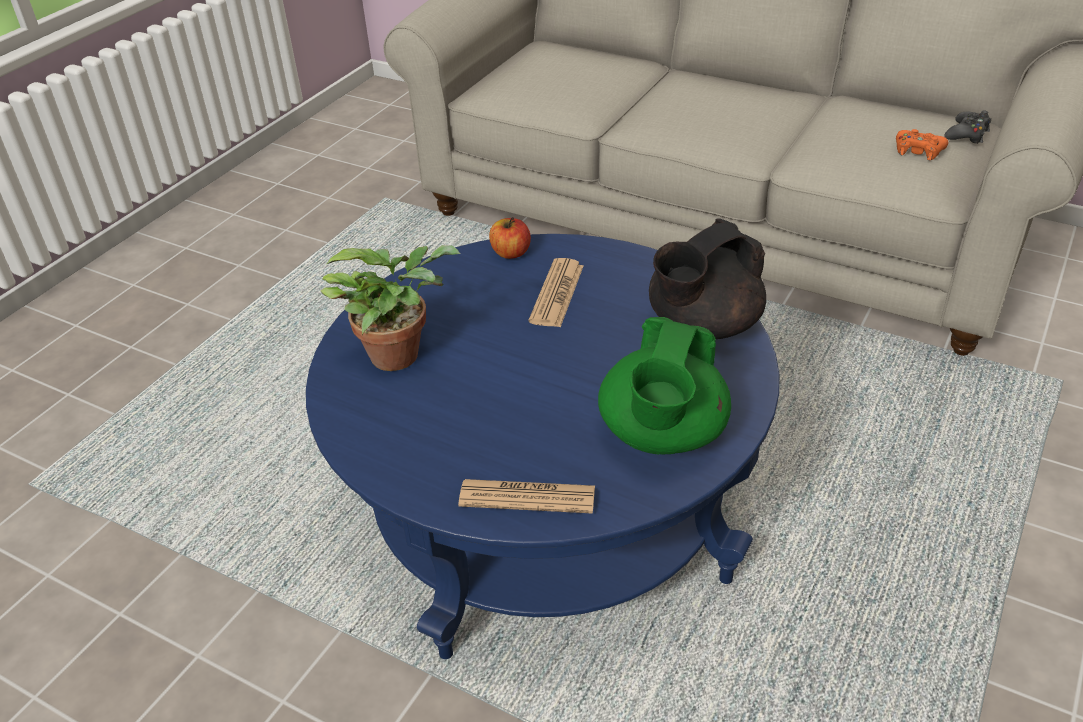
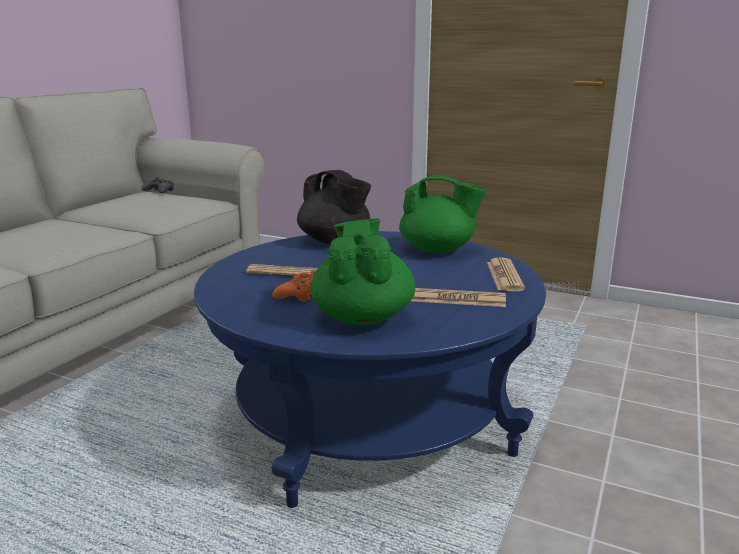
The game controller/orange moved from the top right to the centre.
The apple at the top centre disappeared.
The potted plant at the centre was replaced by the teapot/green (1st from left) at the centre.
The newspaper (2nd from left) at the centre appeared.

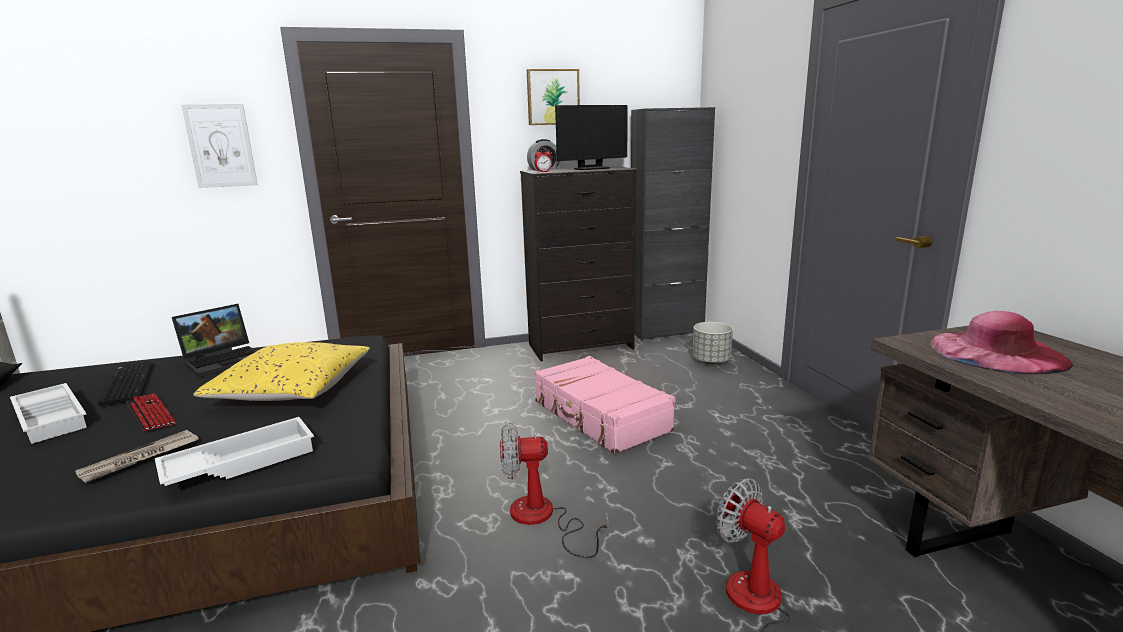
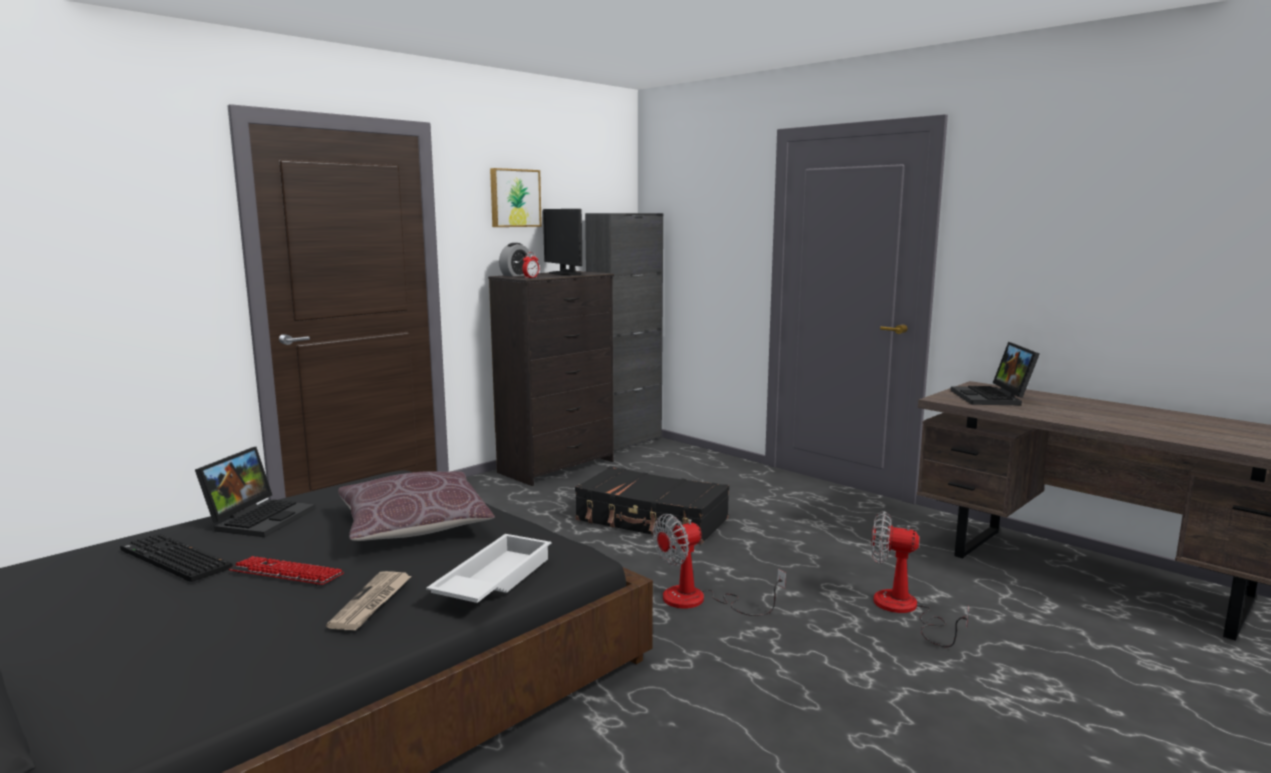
The picture (1st from left) at the top left disappeared.
The monitor at the top centre turned 120 degrees clockwise.
The hat/pink at the middle right was replaced by the laptop (2nd from left) at the middle right.
The planter/grey at the centre disappeared.
The pillow/yellow at the middle left became the pillow/brown at the middle left.
The suitcase/pink at the centre became the suitcase/black at the centre.
The tray/white (1st from left) at the middle left disappeared.

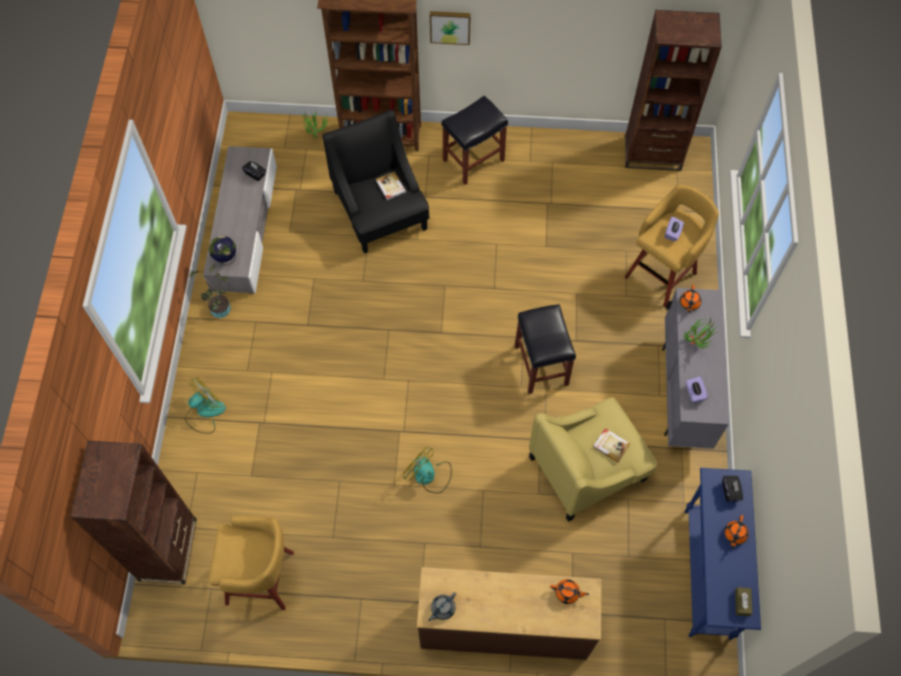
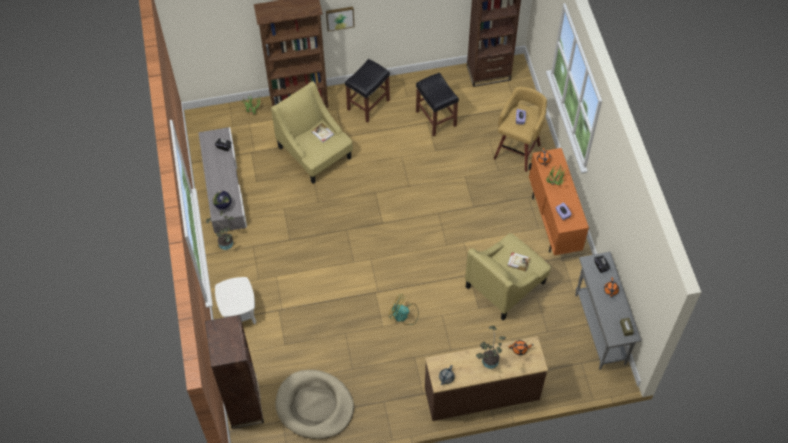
The armchair/black at the top centre became the armchair/yellow (1st from left) at the top centre.
The cabinet/grey at the middle right became the cabinet/orange at the middle right.
The stool/black (2nd from left) moved from the centre to the top centre.
The fan (1st from left) at the middle left was replaced by the side table/white at the bottom left.
The console table/blue at the bottom right became the console table/grey at the bottom right.
The stool/yellow (1st from left) at the bottom left was replaced by the dog bed/beige at the bottom centre.
The potted plant (3rd from left) at the bottom centre appeared.

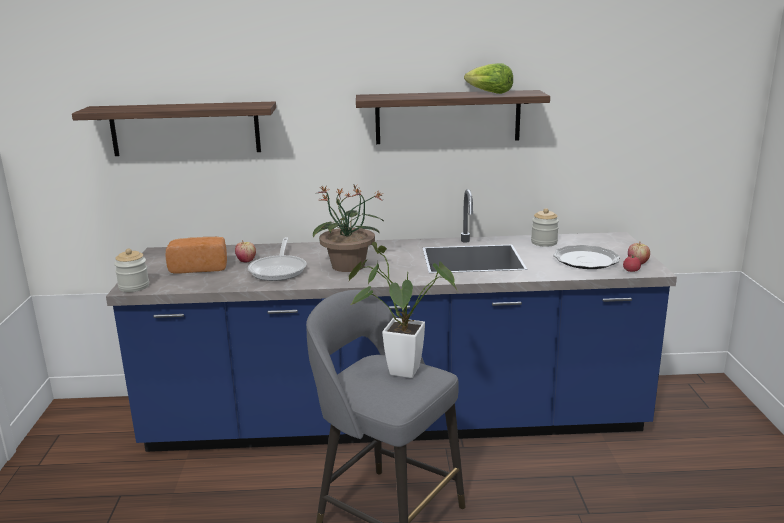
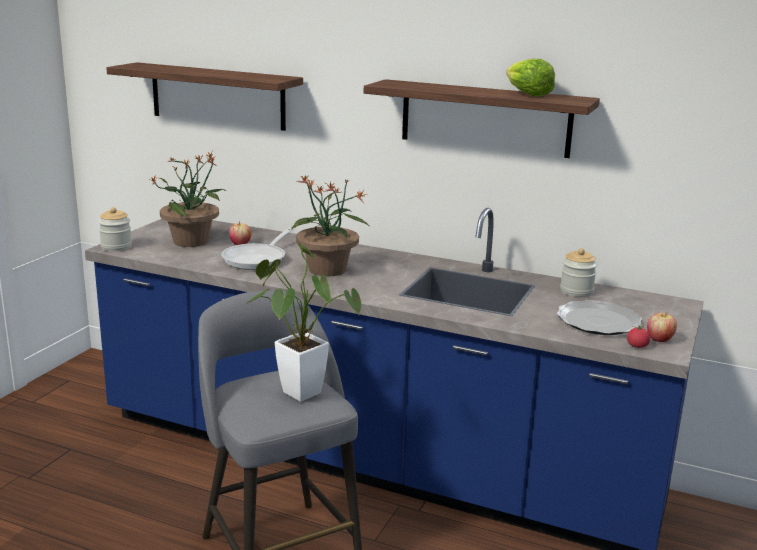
The bread at the middle left was replaced by the potted plant (1st from left) at the middle left.

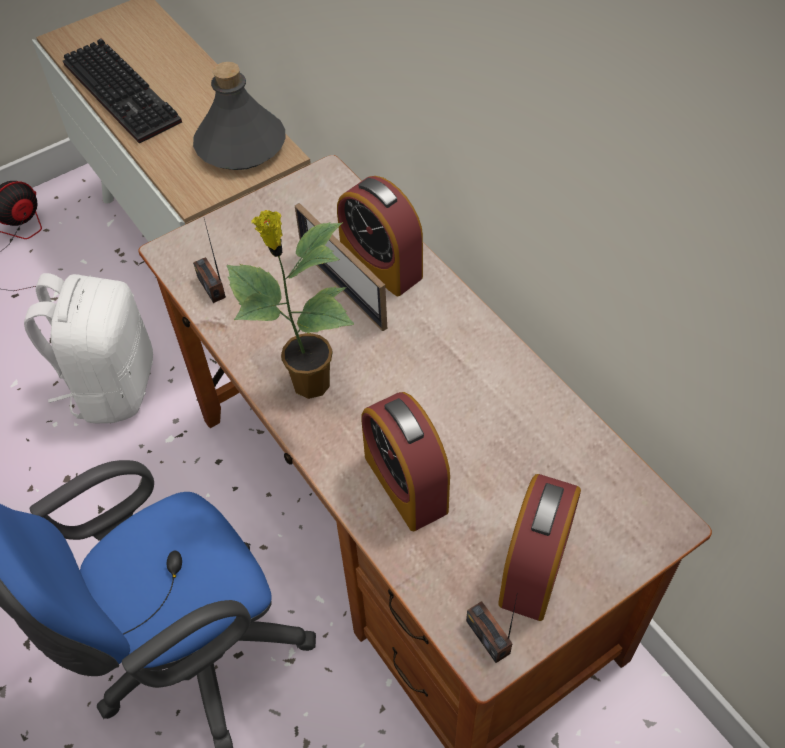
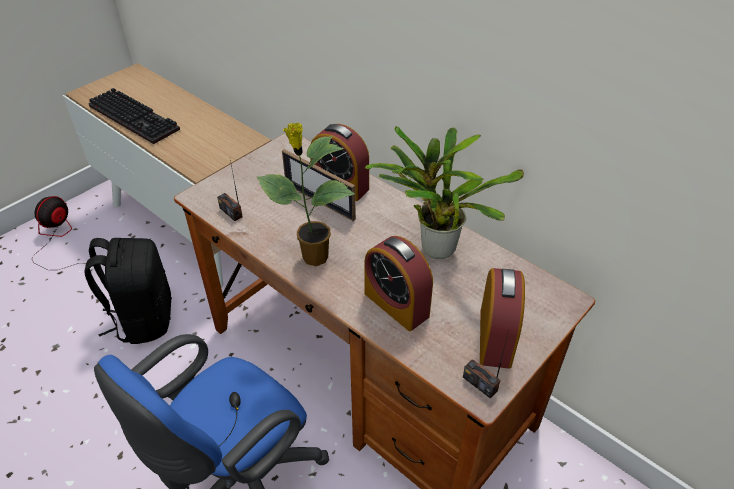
The bottle/grey at the top left disappeared.
The backpack/white at the middle left became the backpack/black at the middle left.
The potted plant (2nd from left) at the centre appeared.

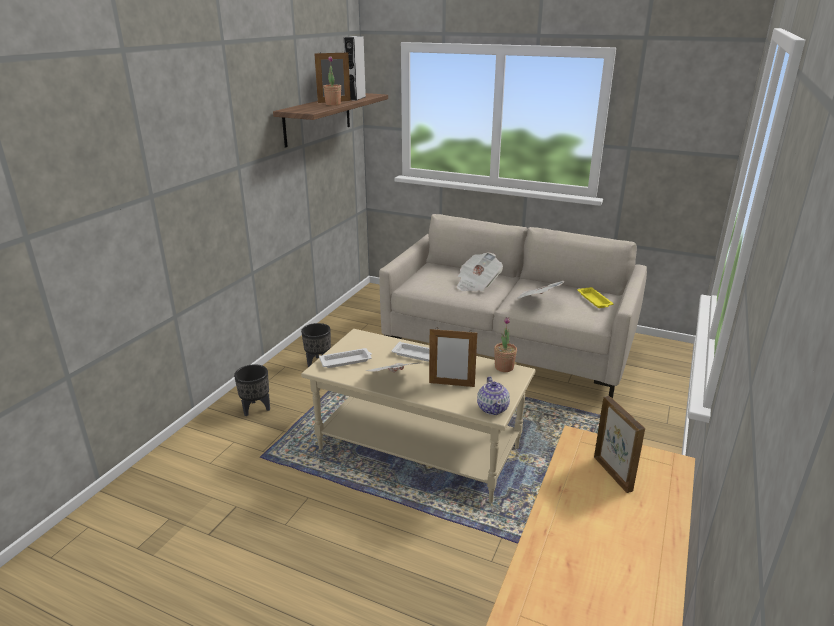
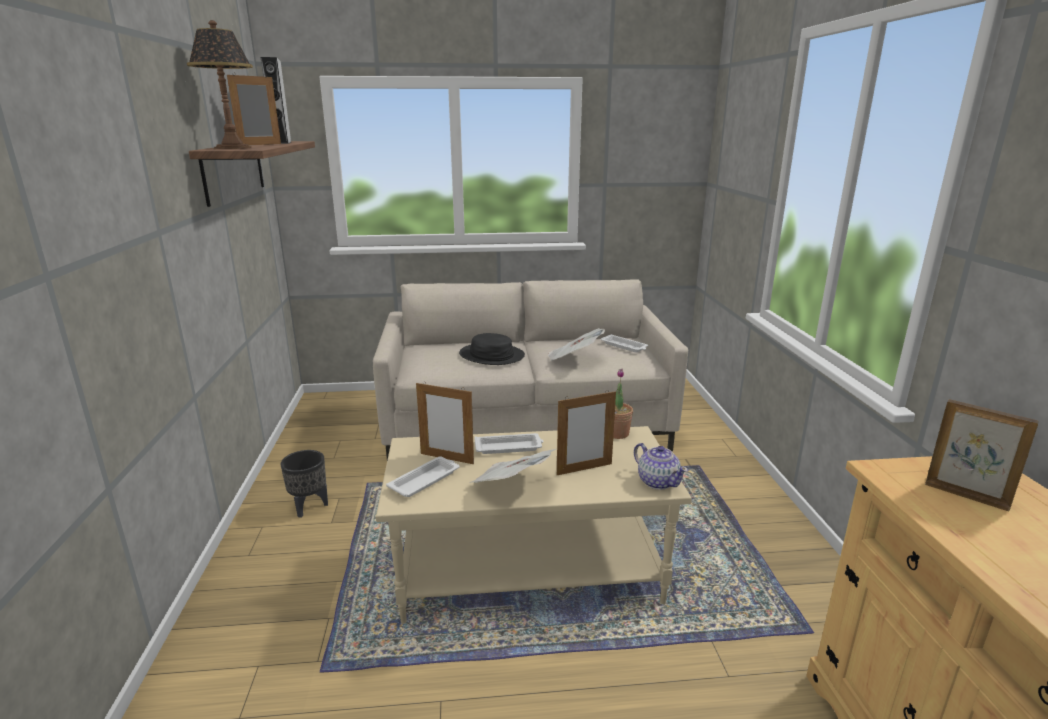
The potted plant (1st from left) at the top centre disappeared.
The newspaper (2nd from left) at the centre was replaced by the hat/black at the centre.
The tray/yellow at the middle right became the tray/white (3rd from left) at the centre.
The planter/black (1st from left) at the middle left disappeared.
The table lamp at the top left appeared.
The picture frame (2nd from left) at the centre appeared.

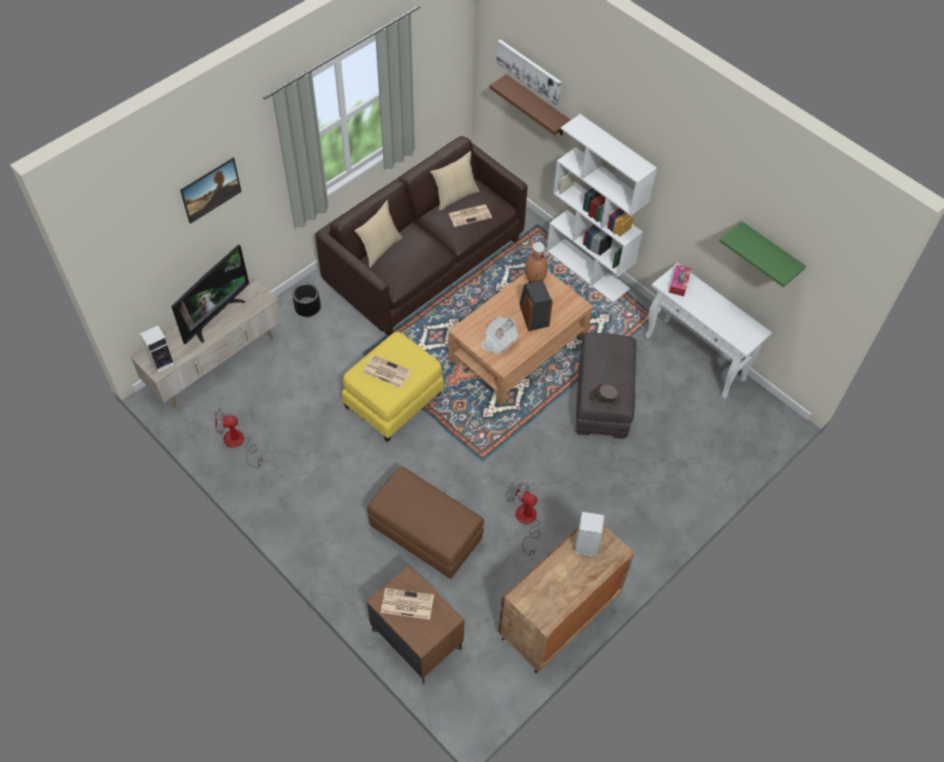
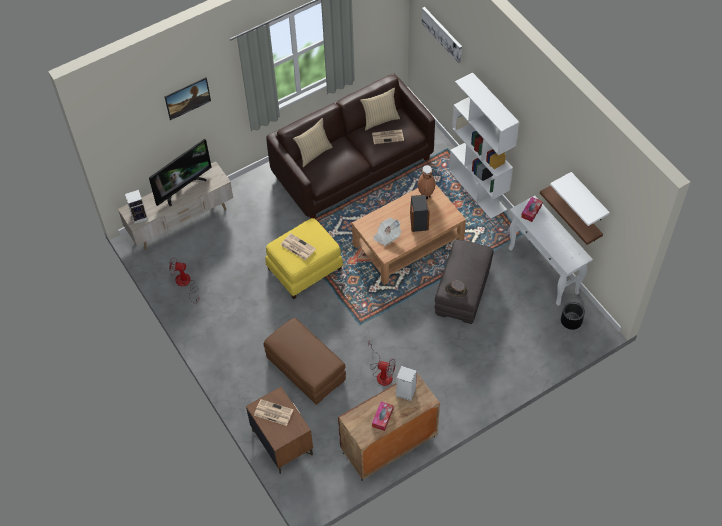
The shelf/brown moved from the top centre to the middle right.
The shelf/green at the middle right became the shelf/white at the middle right.
The planter/black moved from the middle left to the middle right.
The fan (2nd from left) at the bottom centre turned 150 degrees clockwise.
The tissue box (1st from left) at the bottom centre appeared.

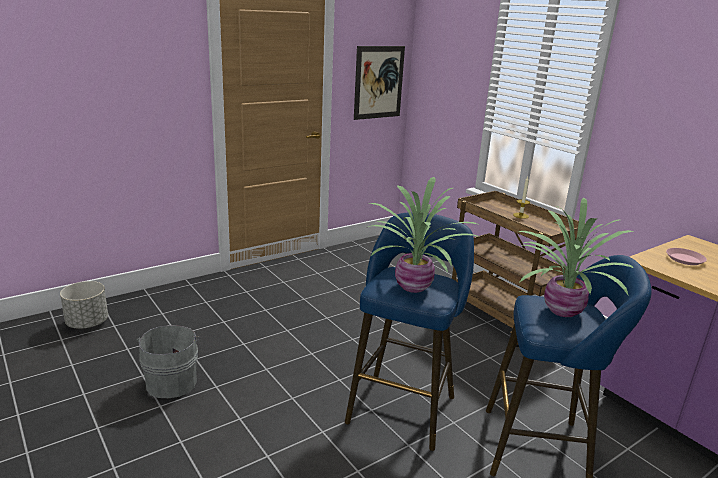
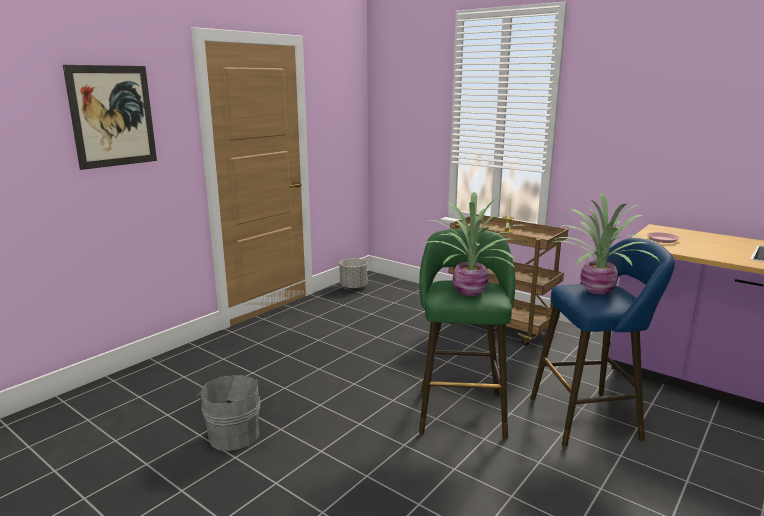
The picture moved from the top centre to the top left.
The stool/blue (1st from left) at the bottom centre became the stool/green at the centre.
The planter/grey moved from the middle left to the centre.

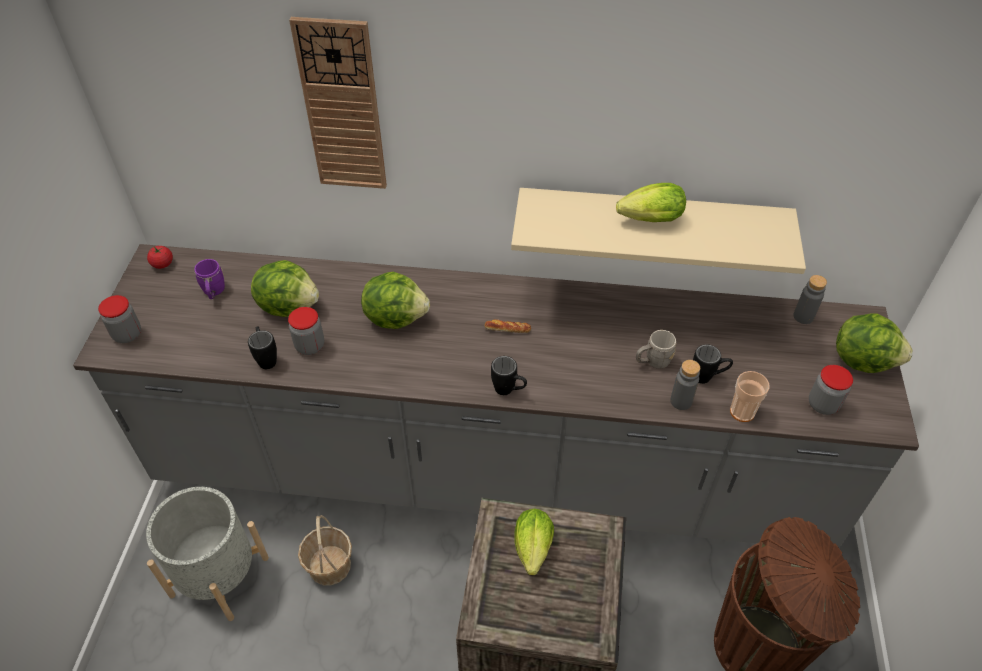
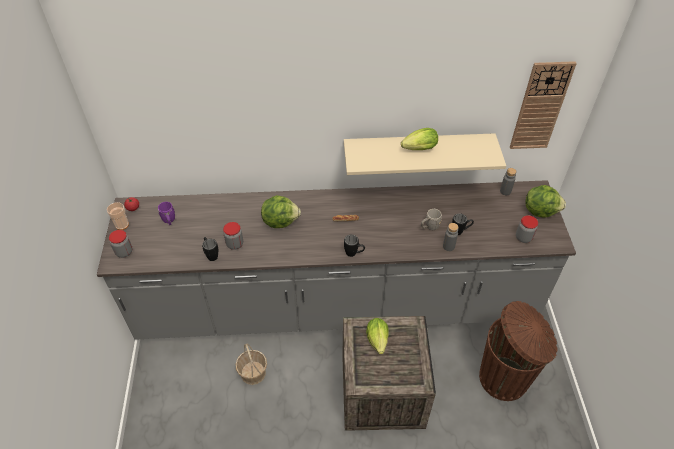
The wall clock moved from the top centre to the top right.
The lettuce (1st from left) at the middle left disappeared.
The cup moved from the middle right to the middle left.
The planter/grey at the bottom left disappeared.

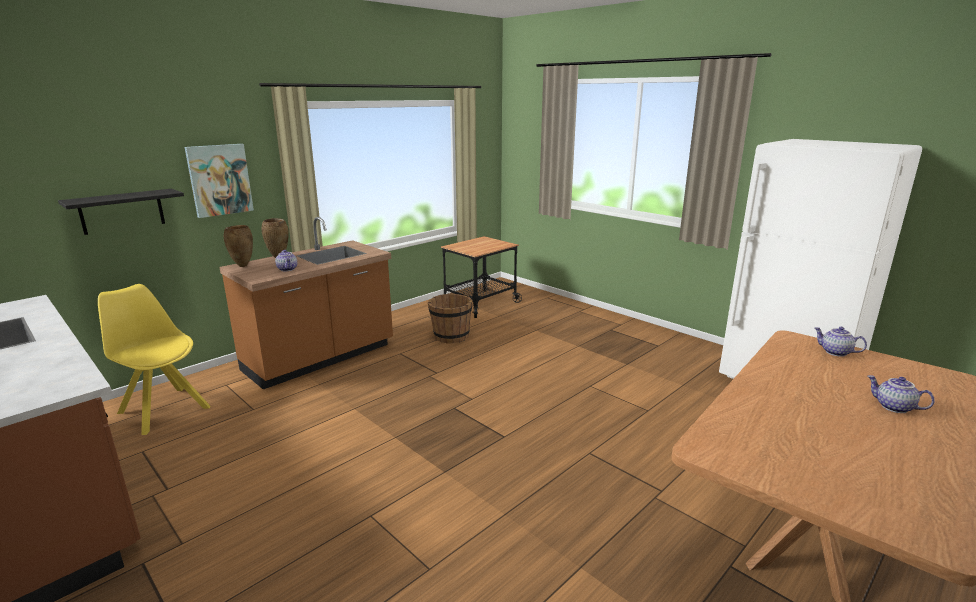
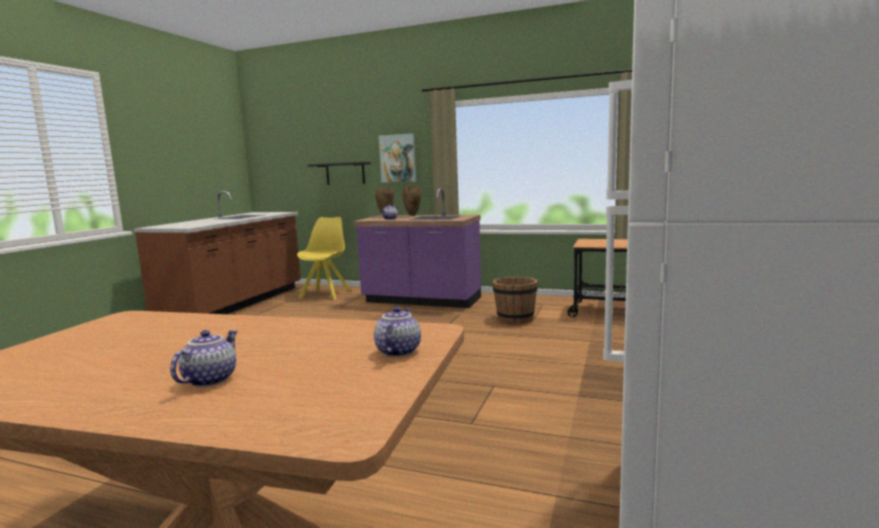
The counter/brown (2nd from left) at the middle left became the counter/purple at the centre.

